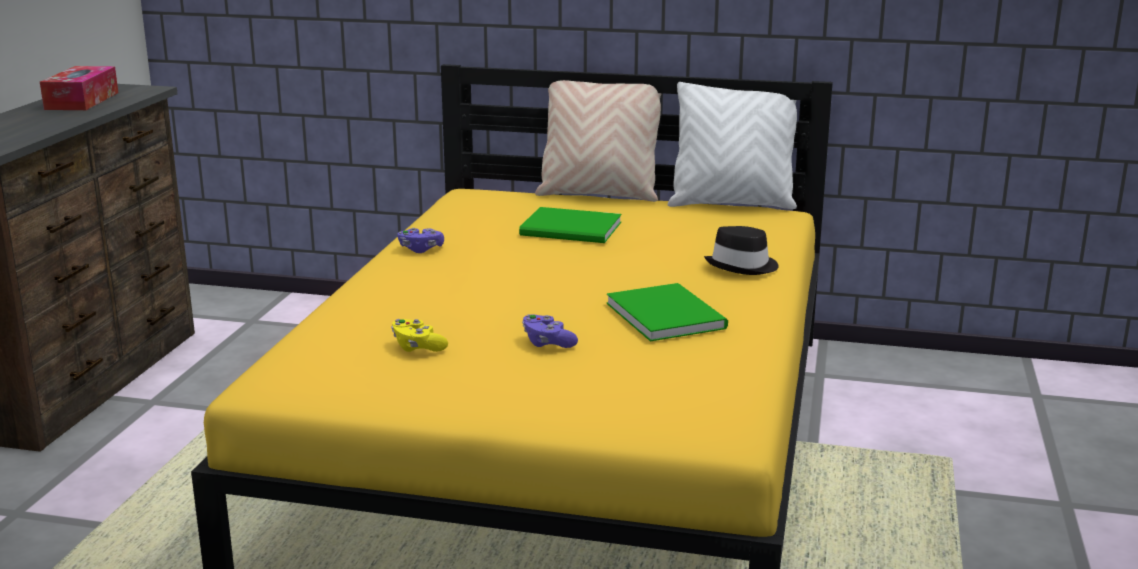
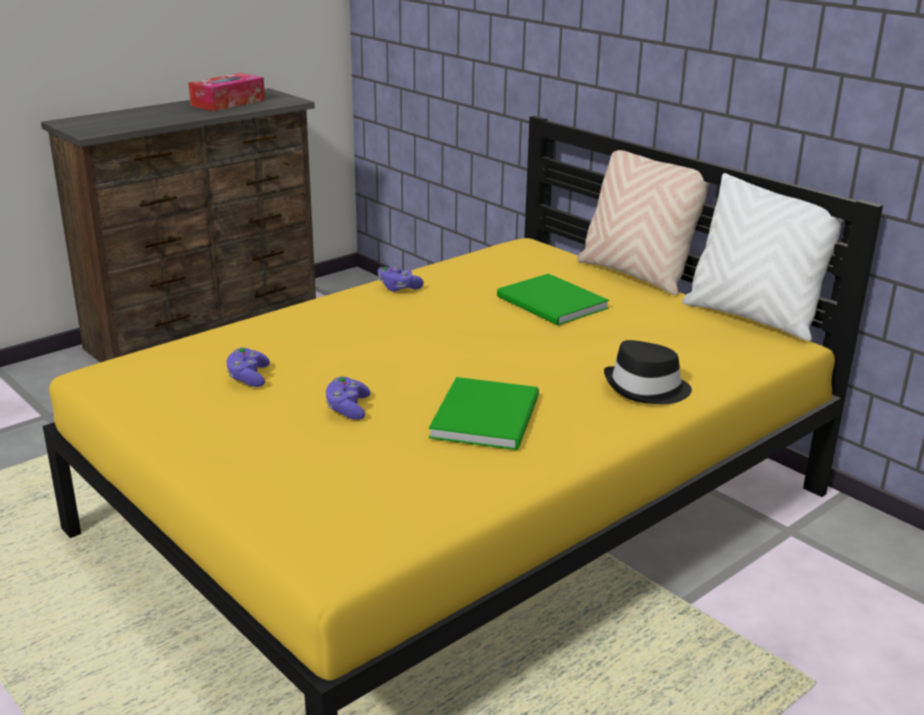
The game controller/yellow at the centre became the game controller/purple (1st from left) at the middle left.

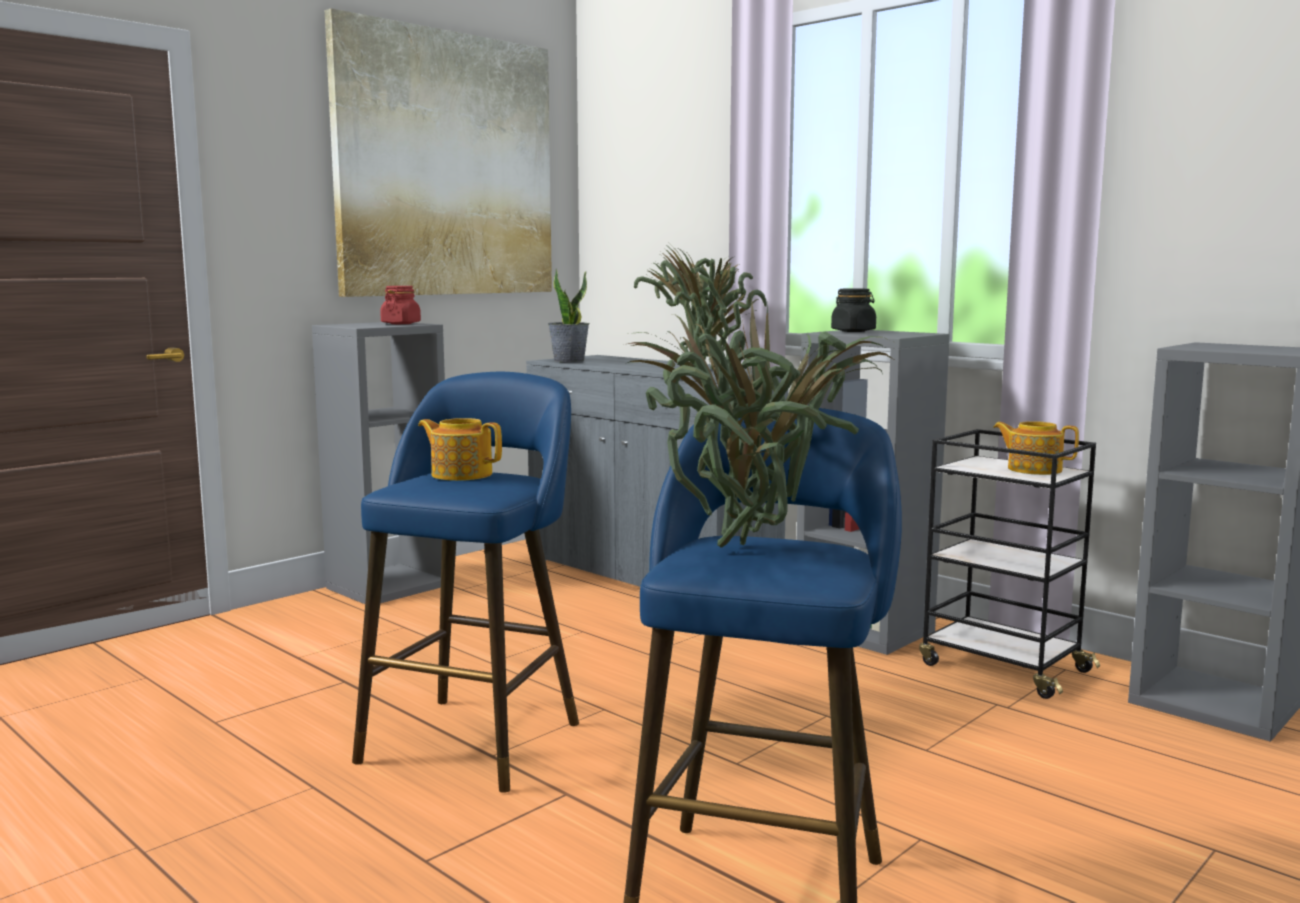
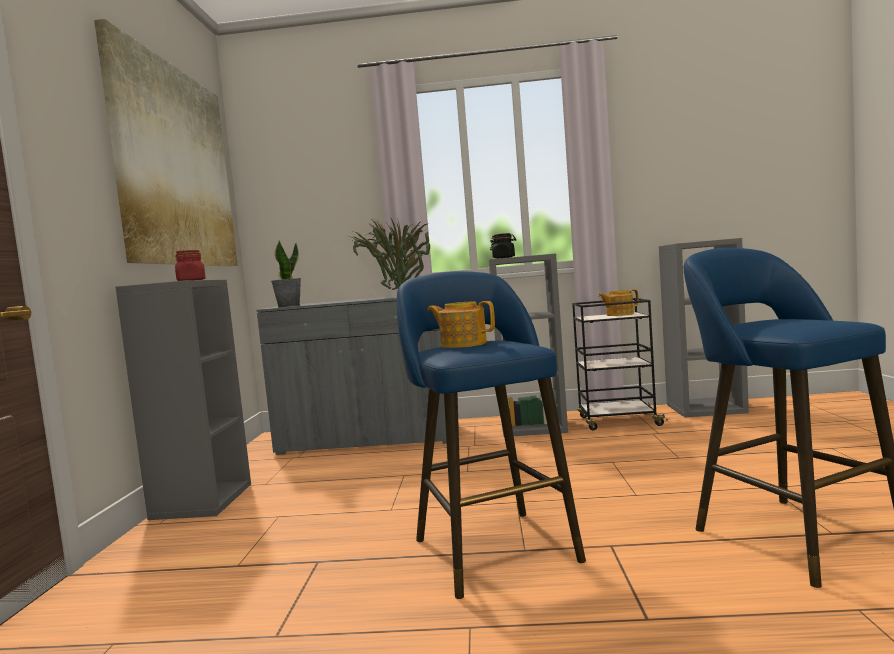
The potted plant (3rd from left) at the centre disappeared.
The teapot (1st from left) at the centre turned 45 degrees clockwise.

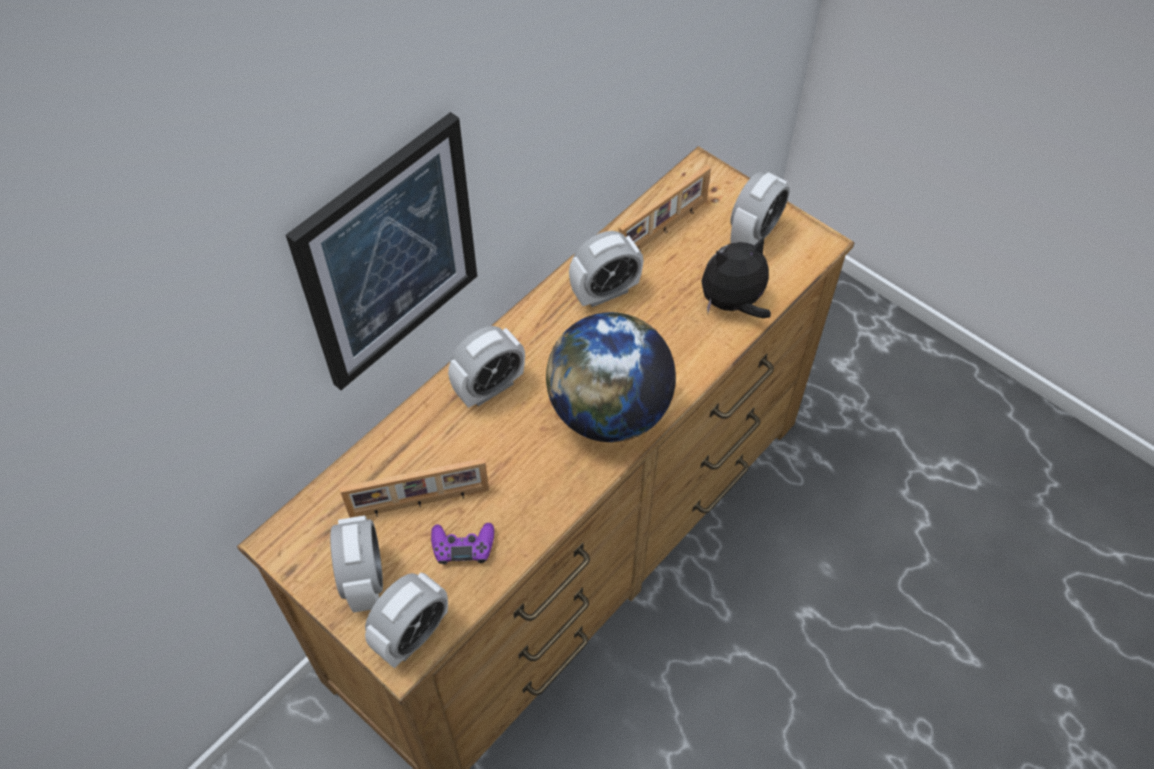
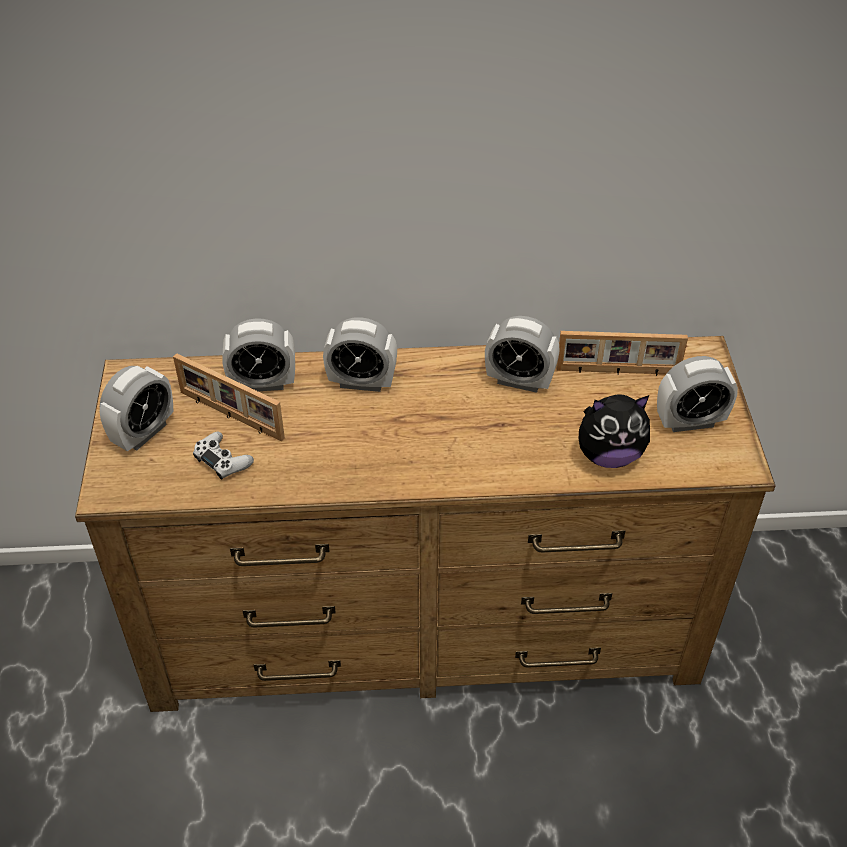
The picture at the top left disappeared.
The plush toy at the centre turned 150 degrees clockwise.
The globe at the centre disappeared.
The game controller/purple at the bottom centre became the game controller/white at the middle left.
The alarm clock (2nd from left) moved from the bottom centre to the middle left.

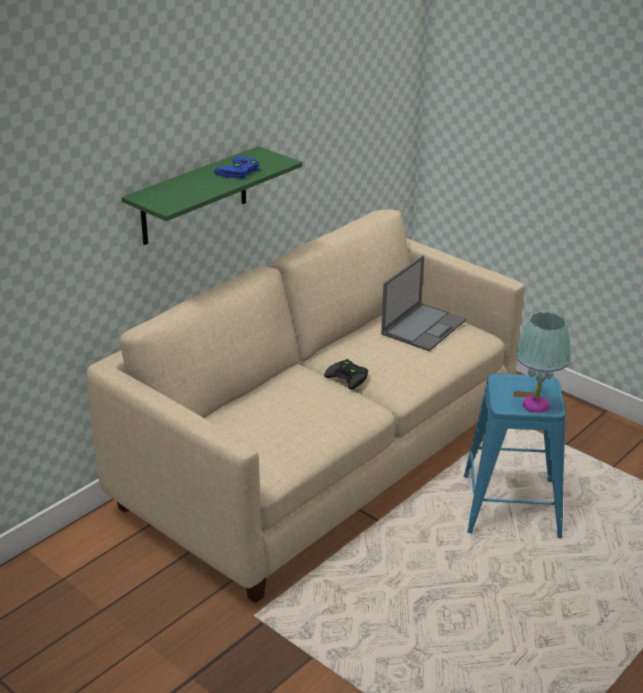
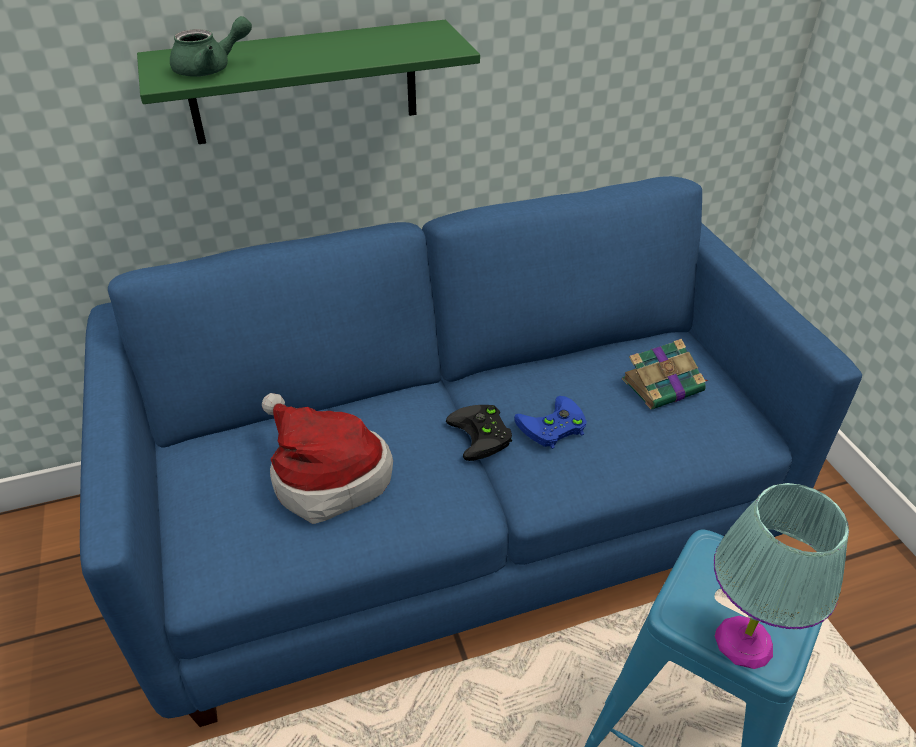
The game controller/blue moved from the top centre to the centre.
The sofa/beige at the centre became the sofa/blue at the centre.
The laptop at the centre was replaced by the book at the middle right.
The teapot/green at the top left appeared.
The hat at the centre appeared.

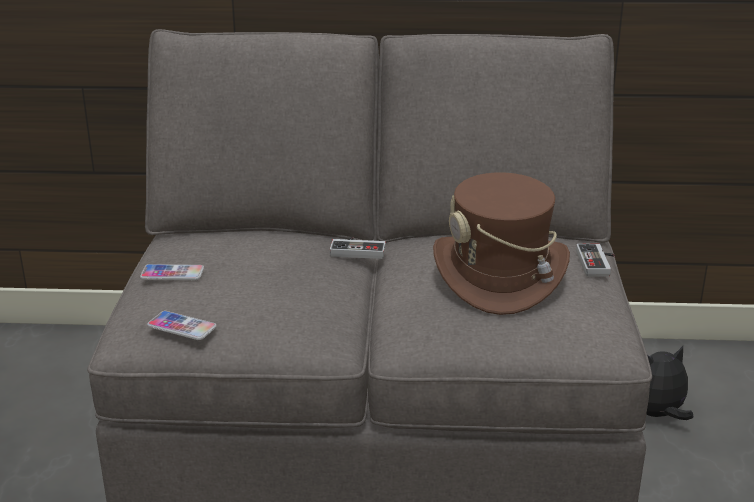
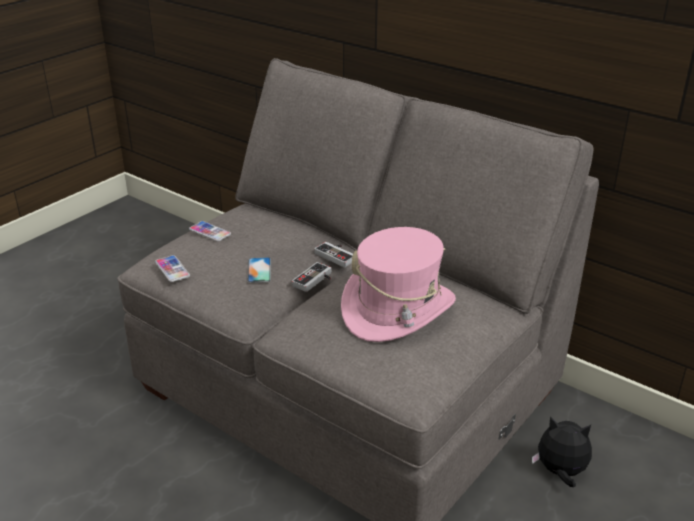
The hat/brown at the centre became the hat/pink at the centre.
The game controller (2nd from left in the first image) moved from the middle right to the centre.
The phone (3rd from left) at the centre appeared.

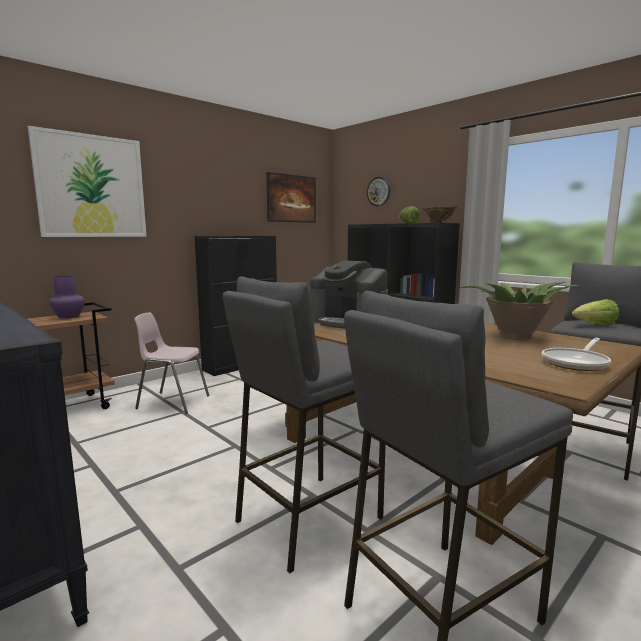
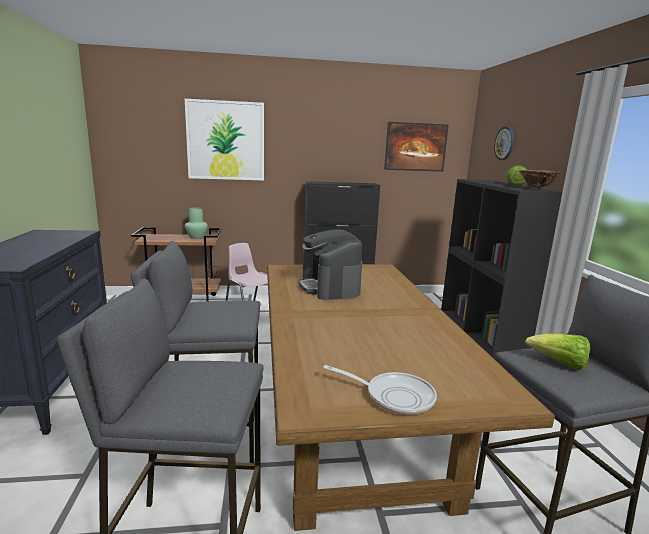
The vase/purple at the middle left became the vase/green at the middle left.
The potted plant at the middle right disappeared.
The frying pan at the middle right turned 150 degrees counterclockwise.

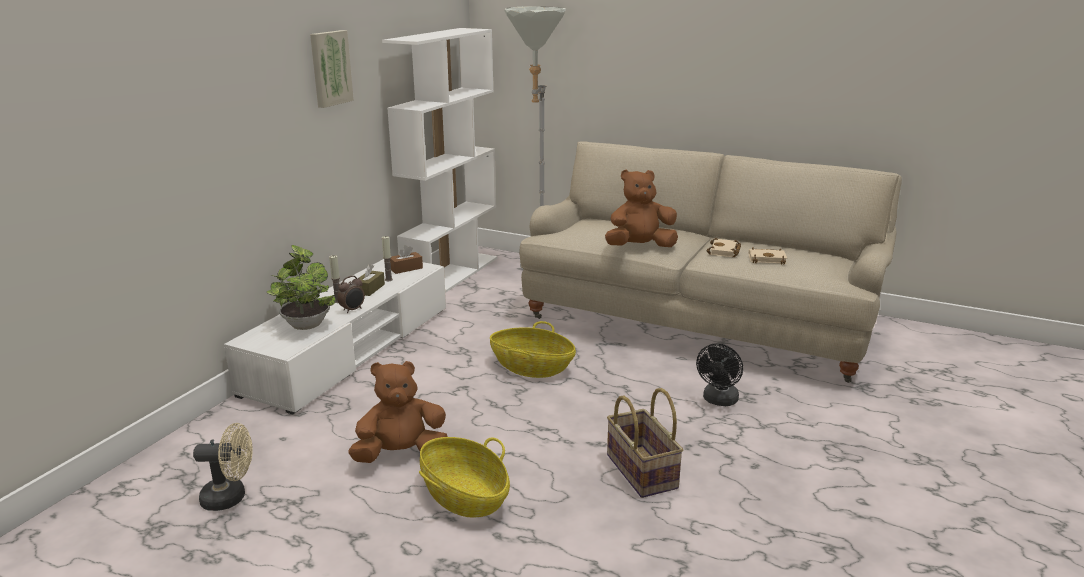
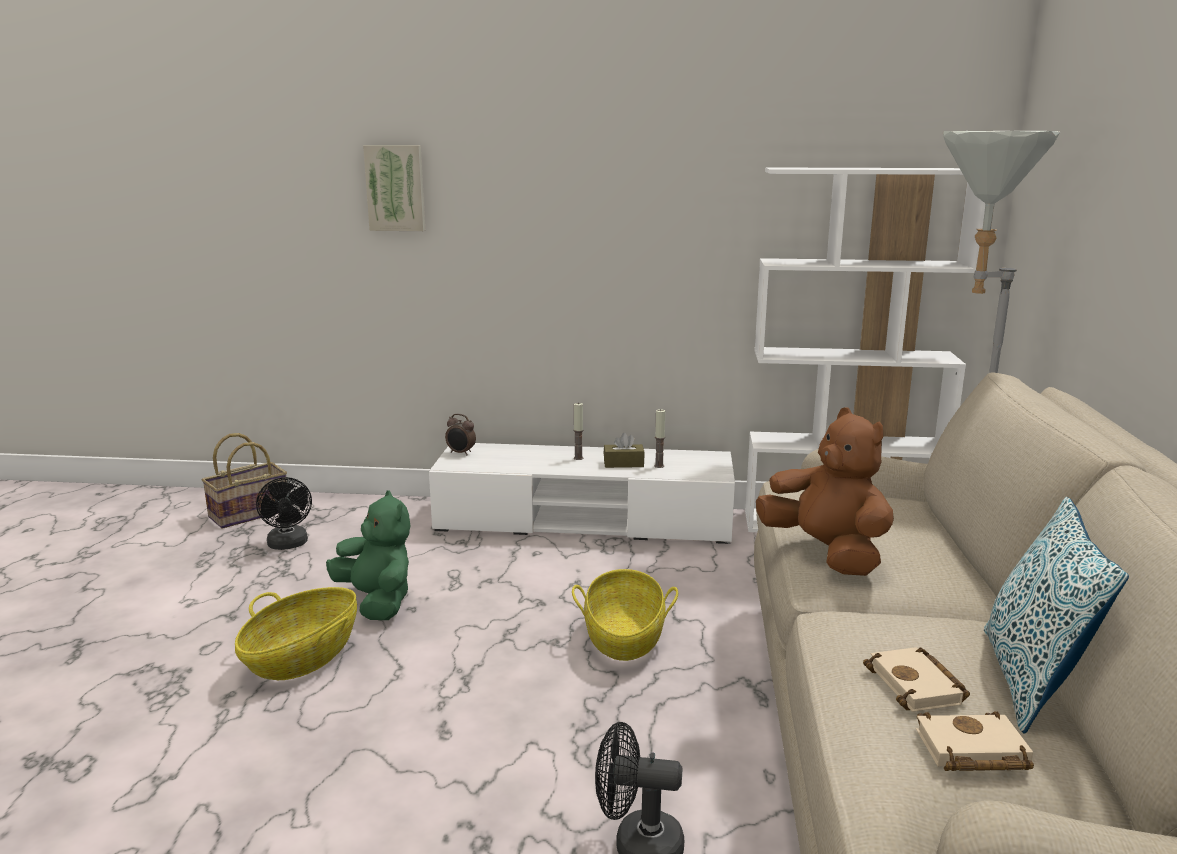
The picture moved from the top left to the top centre.
The book/beige (1st from left in the first image) moved from the middle right to the bottom right.
The potted plant at the middle left disappeared.
The tissue box/brown (2nd from left) at the centre disappeared.
The alarm clock moved from the middle left to the centre.
The plush toy/brown (1st from left) at the bottom centre became the plush toy/green at the middle left.
The basket (3rd from left in the first image) moved from the bottom centre to the middle left.
The fan/beige at the bottom left became the fan/black (1st from left) at the middle left.
The pillow at the bottom right appeared.

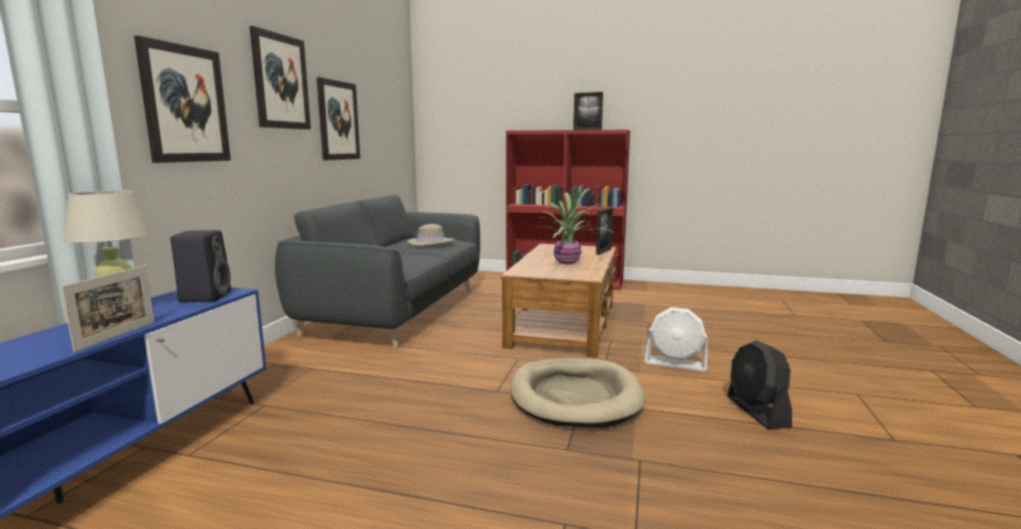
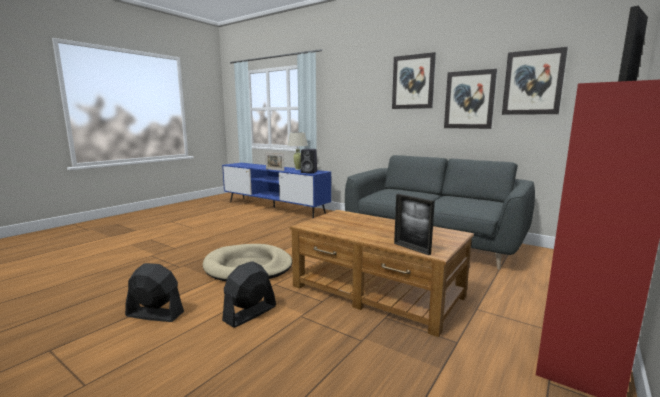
The picture (1st from left in the first image) moved from the top left to the top right.
The potted plant at the centre disappeared.
The hat/beige at the centre disappeared.
The fan/white at the centre became the fan/black (2nd from left) at the bottom centre.

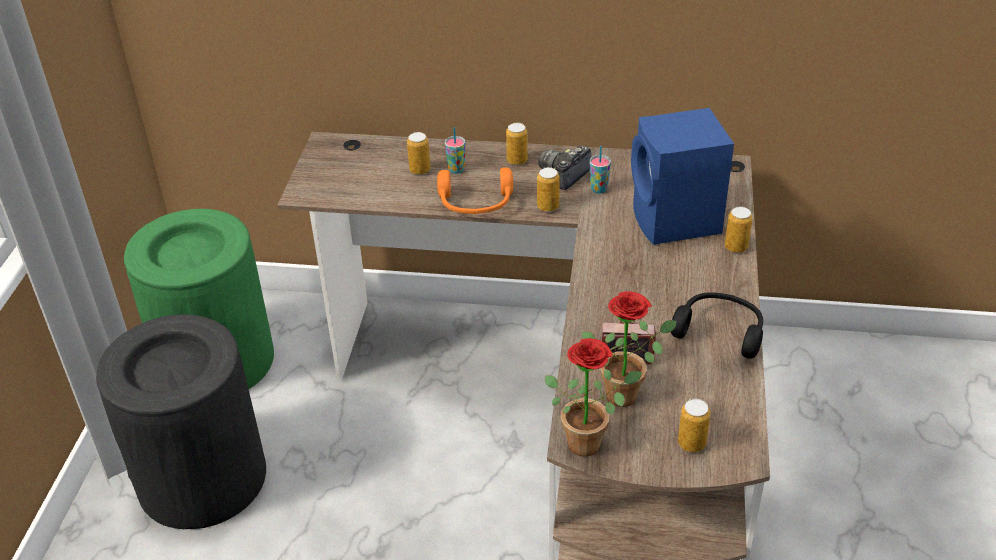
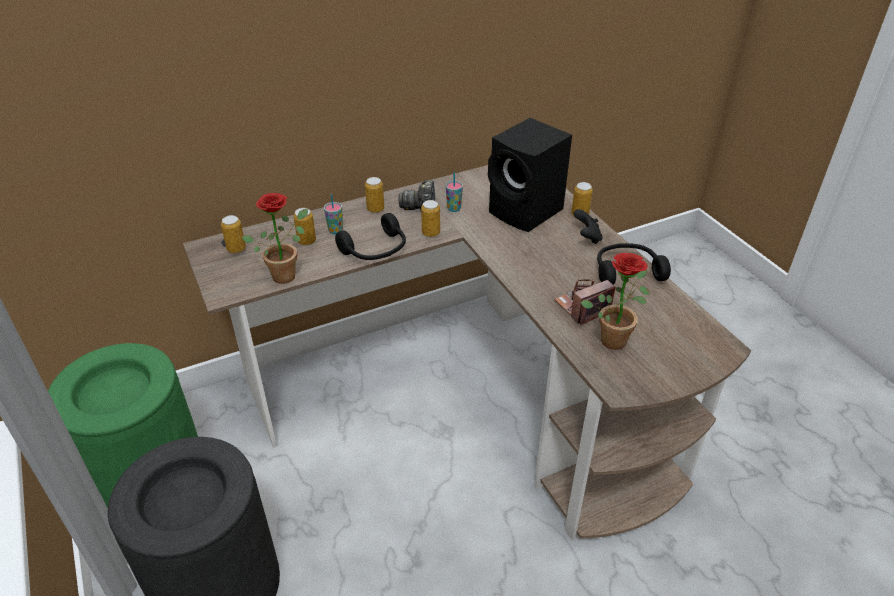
The speaker/blue at the top right became the speaker/black at the top centre.
The headphones/orange at the centre became the headphones/black (1st from left) at the centre.
The potted plant (1st from left) moved from the bottom centre to the middle left.
The can (4th from left in the first image) moved from the bottom right to the middle left.
The game controller/black at the centre appeared.

